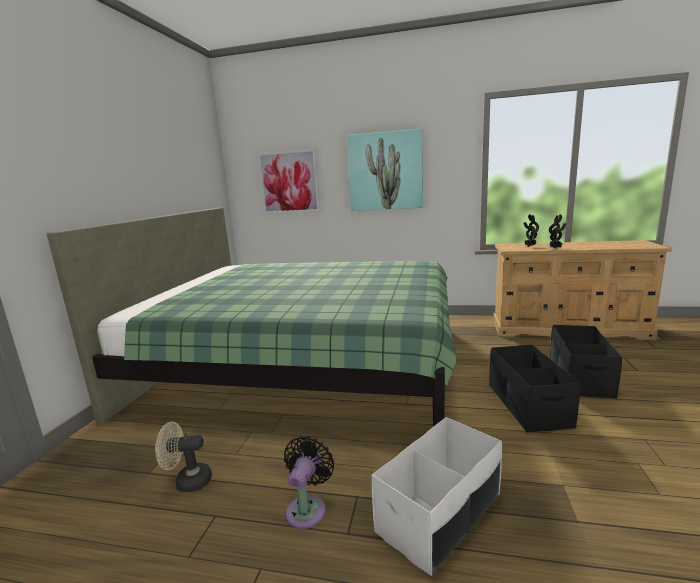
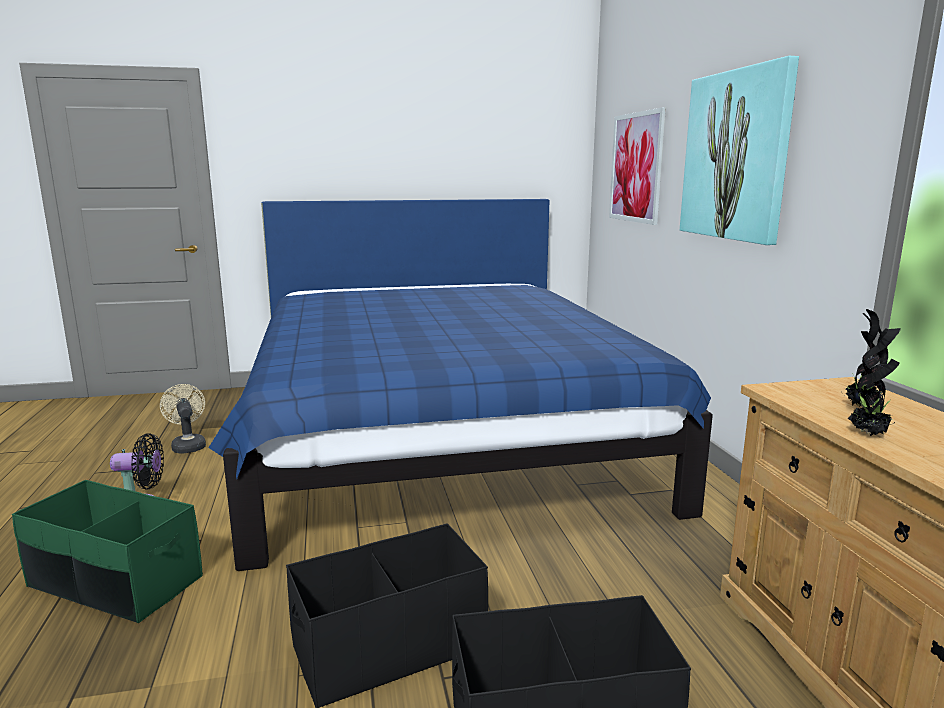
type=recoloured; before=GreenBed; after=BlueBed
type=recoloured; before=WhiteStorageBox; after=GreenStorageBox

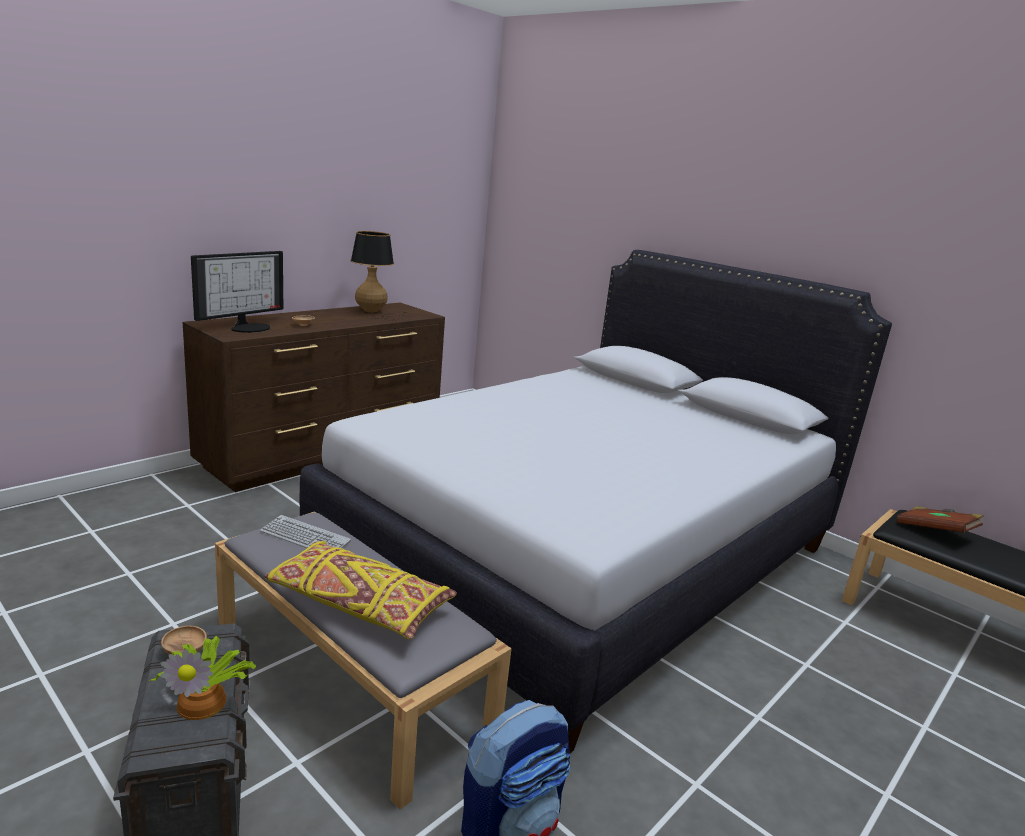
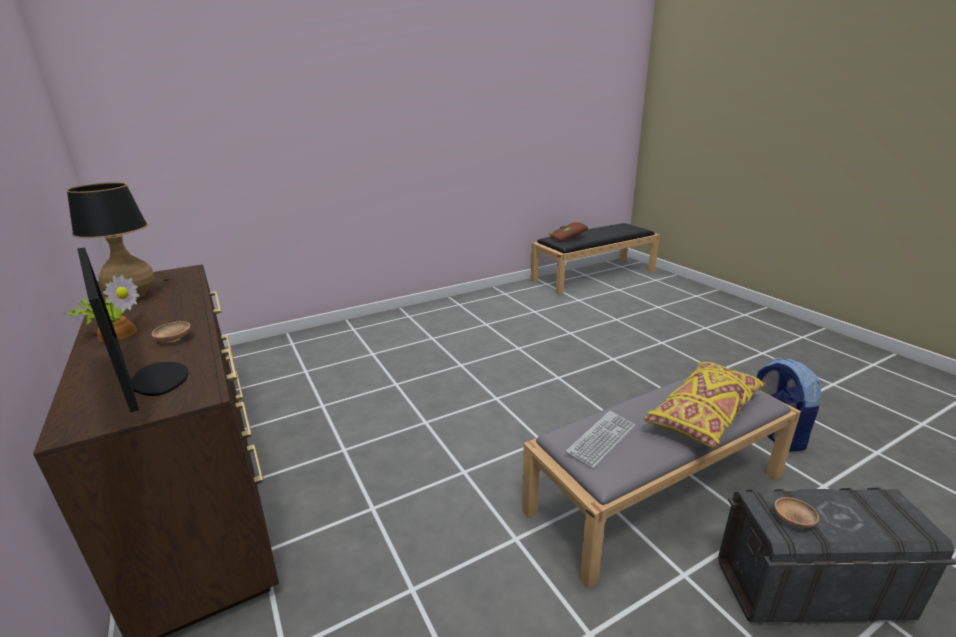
type=removed; before=WhiteBed
type=moved; before=PottedPlant

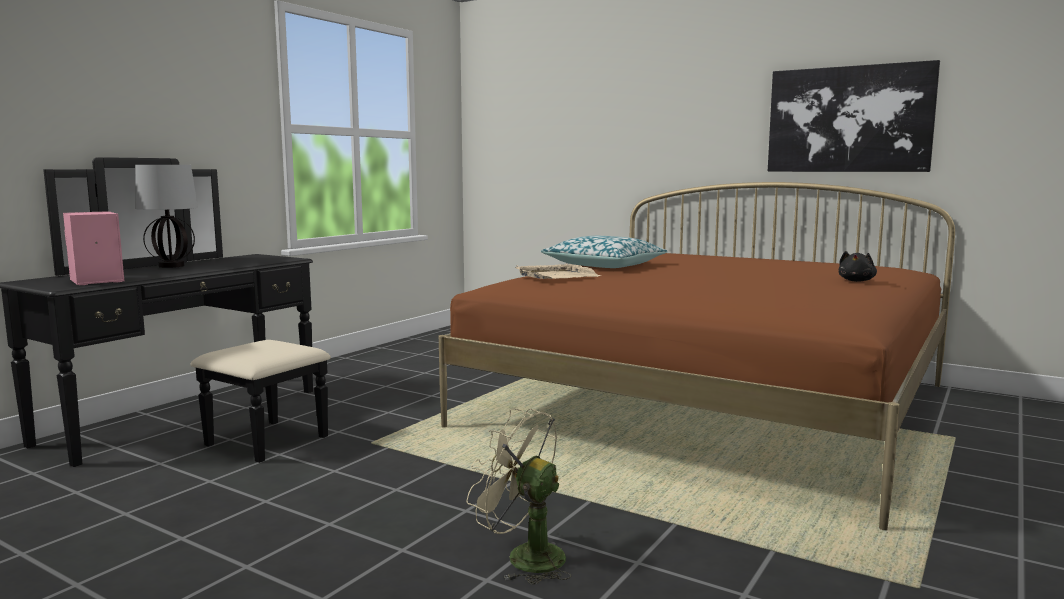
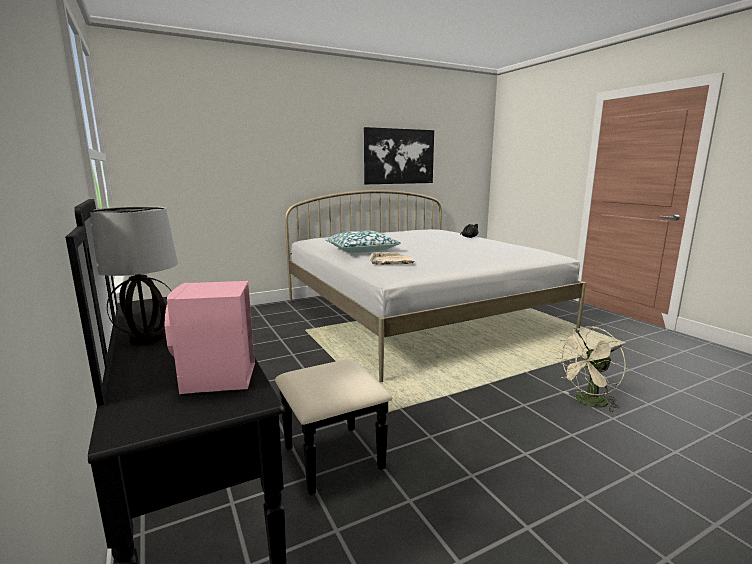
type=recoloured; before=BrownBed; after=WhiteBed

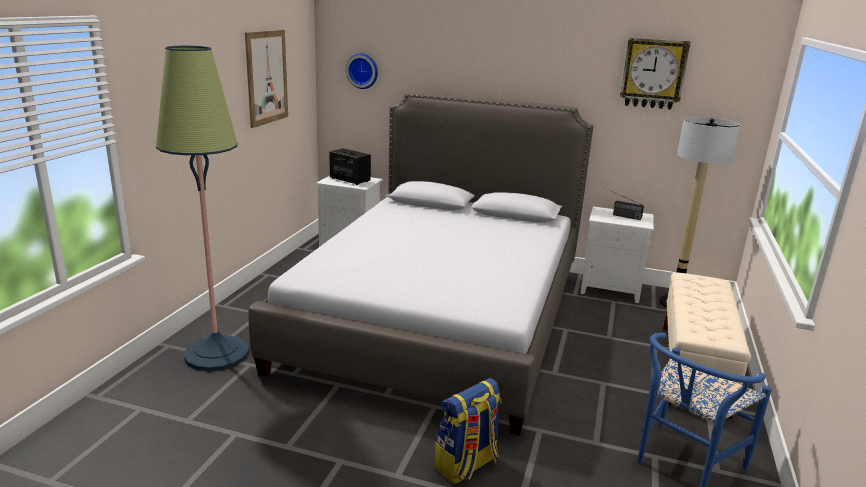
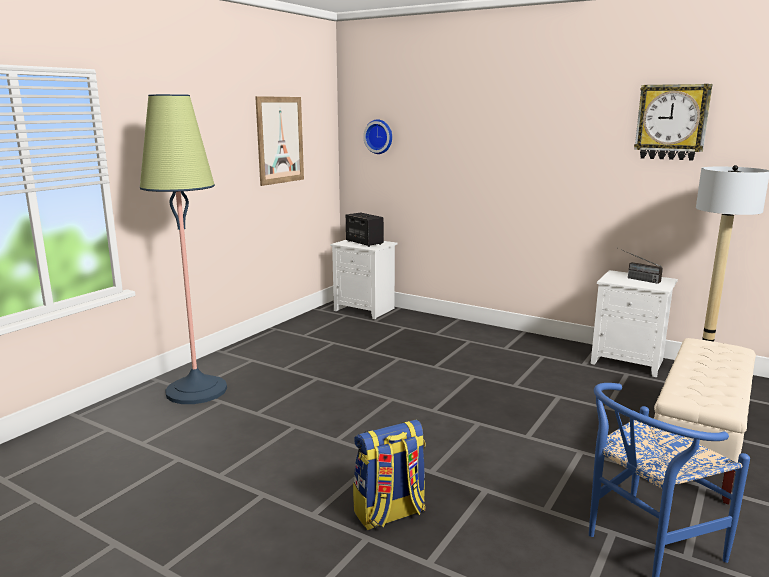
type=removed; before=Bed

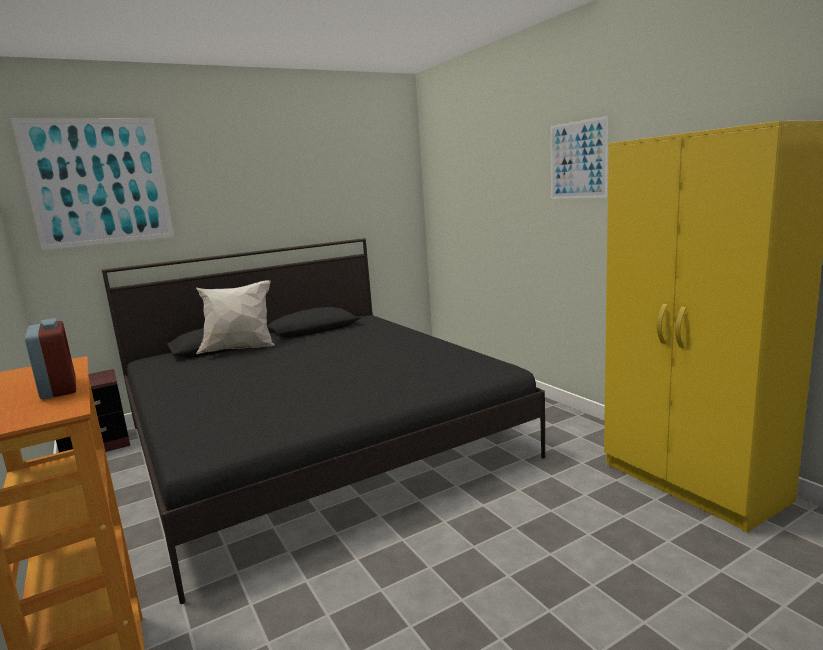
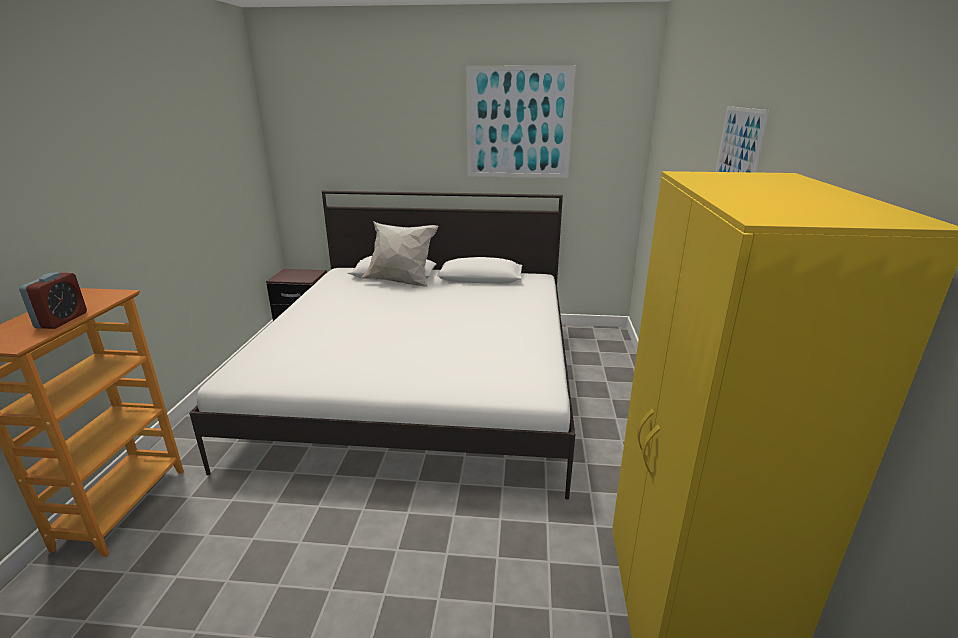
type=moved; before=Picture (1st from left)
type=recoloured; before=BlackBed; after=WhiteBed

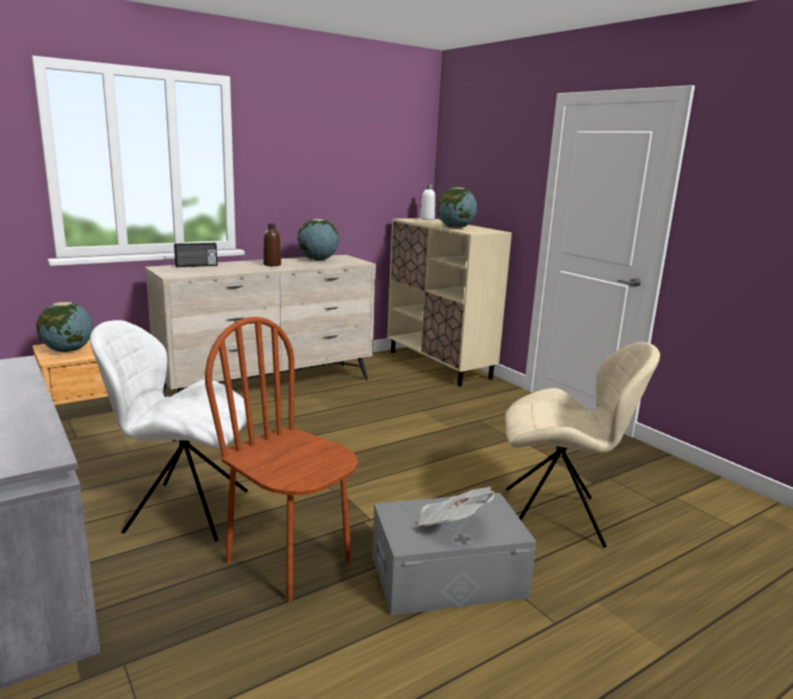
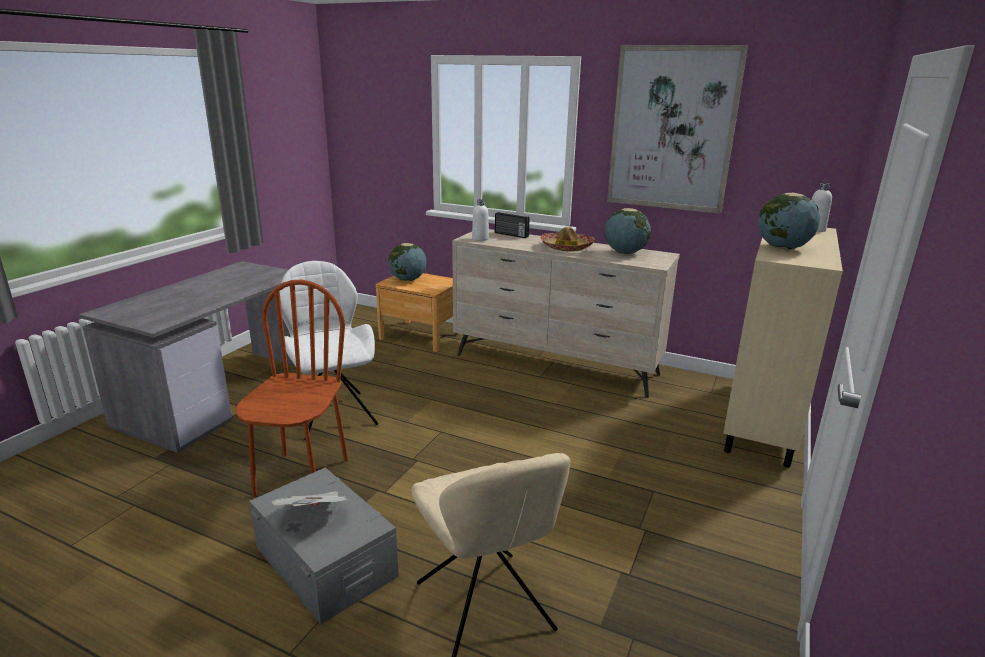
type=added; after=WhiteBottle (1st from left)
type=added; after=Picture
type=replaced; before=BrownBottle; after=Hat

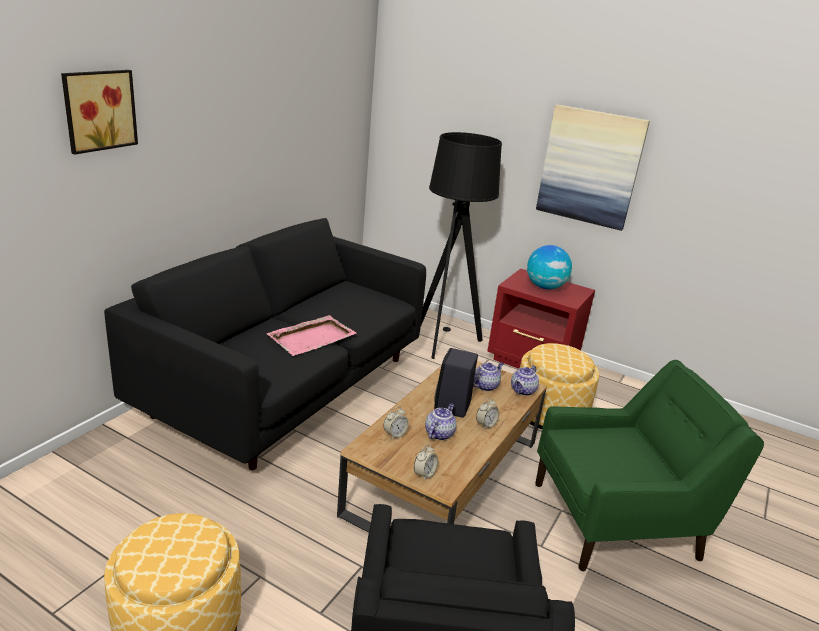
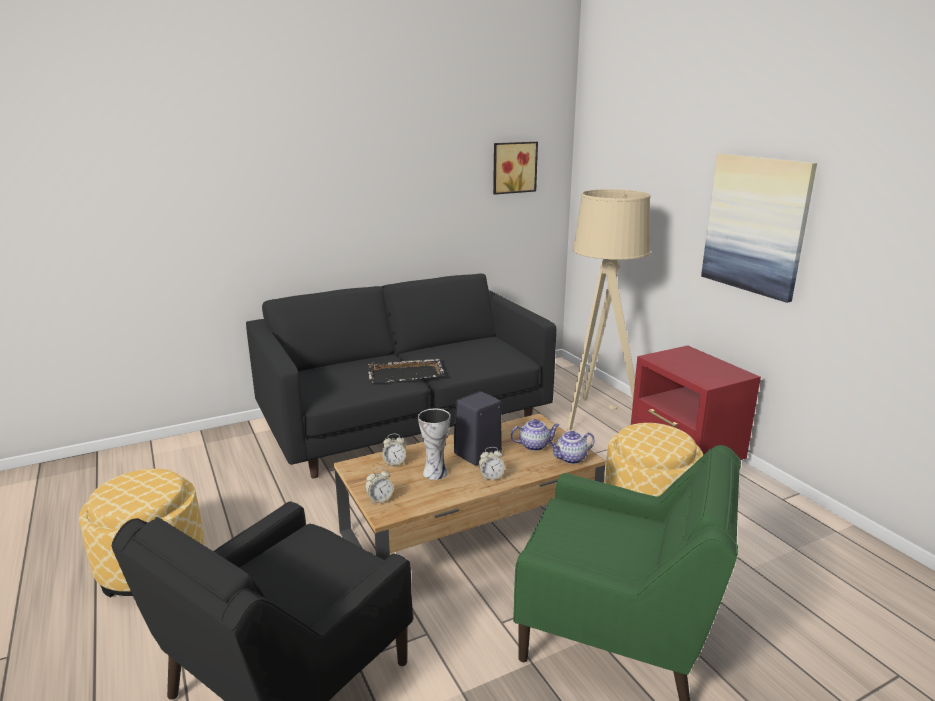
type=removed; before=Globe
type=moved; before=Picture (1st from left)
type=replaced; before=Teapot (1st from left); after=Vase
type=recoloured; before=PinkTray; after=BlackTray
type=recoloured; before=BlackFloorLamp; after=BeigeFloorLamp

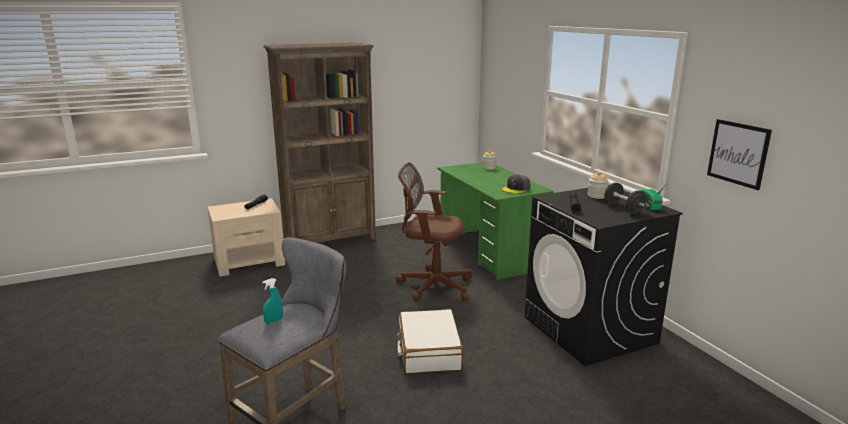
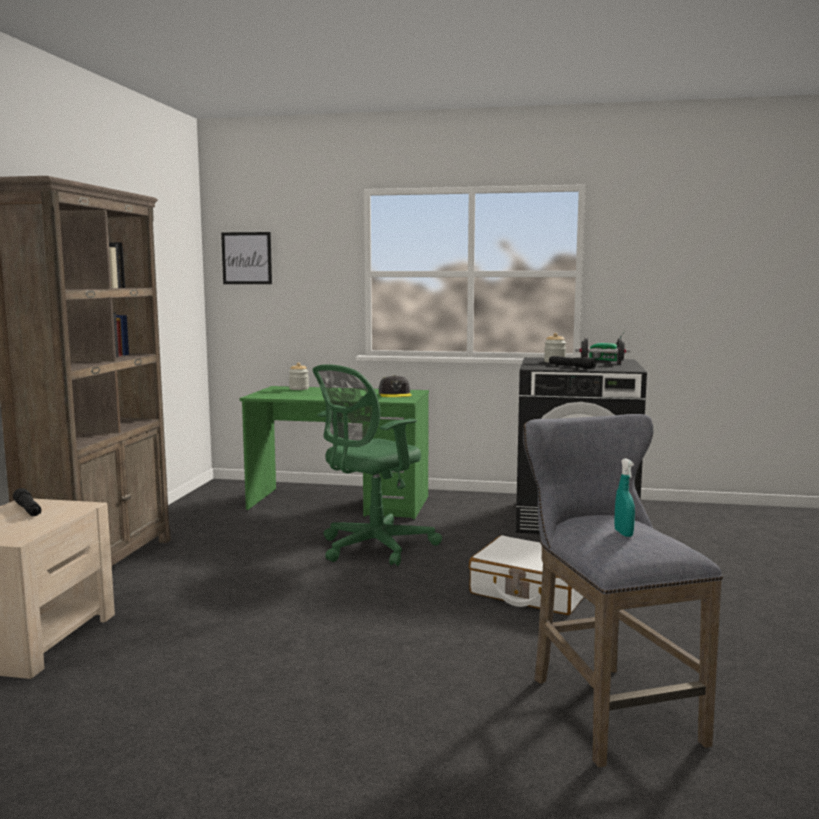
type=moved; before=Picture
type=recoloured; before=BrownOfficeChair; after=GreenOfficeChair

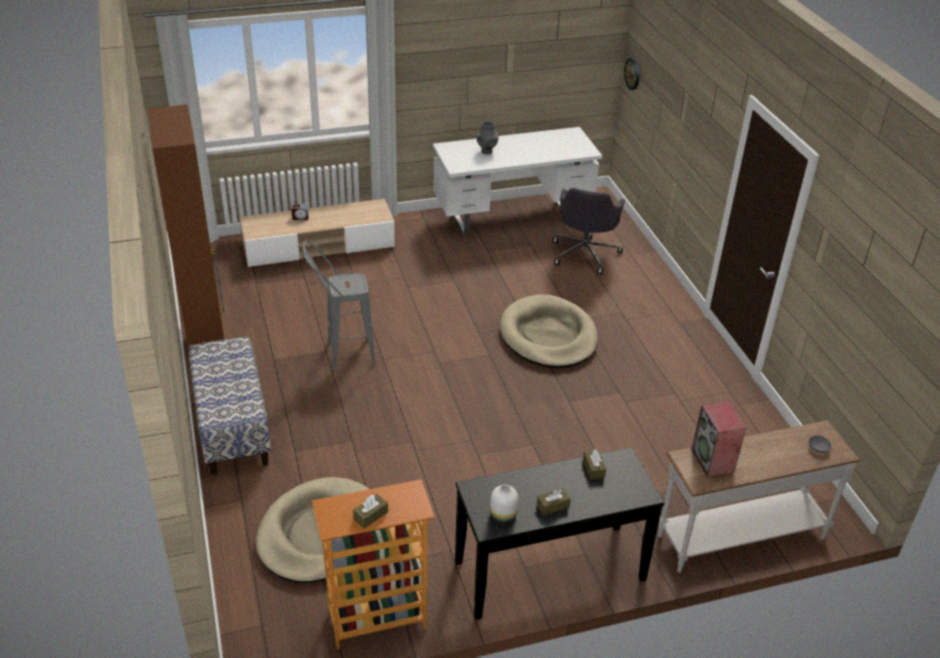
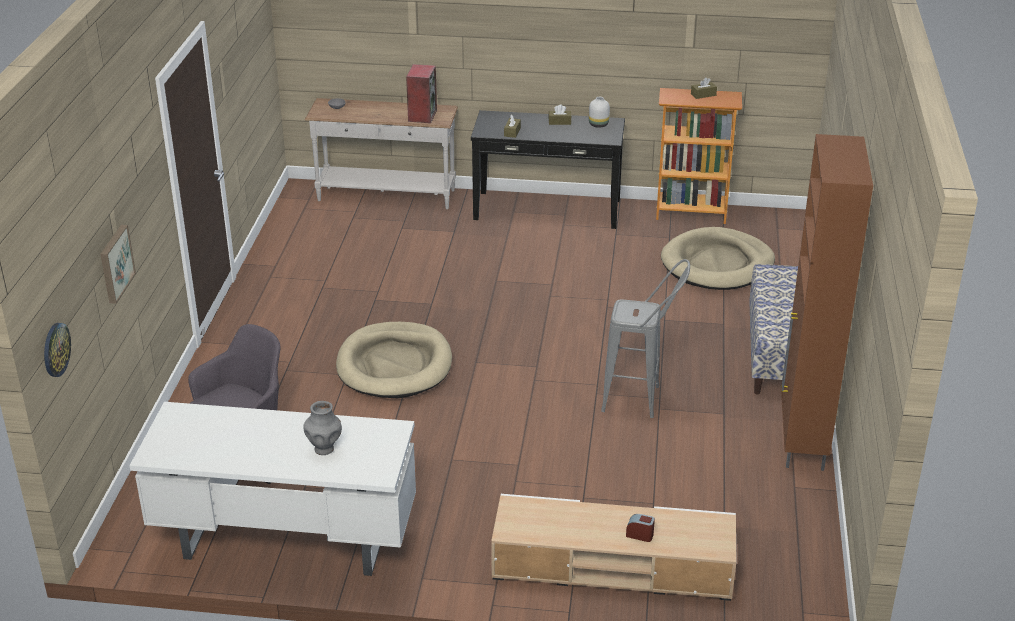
type=added; after=Picture

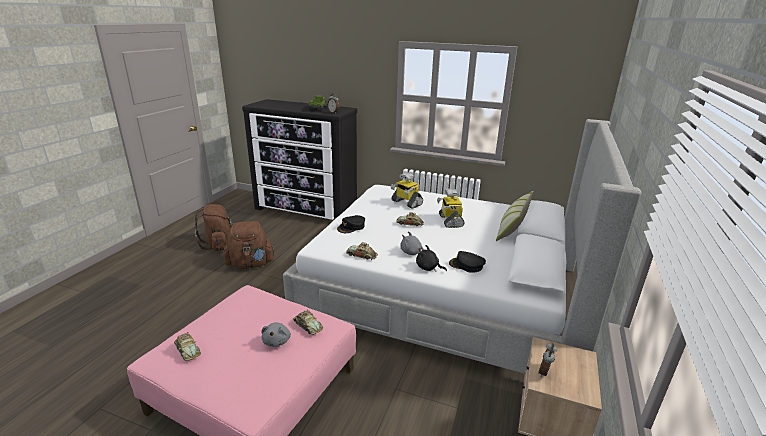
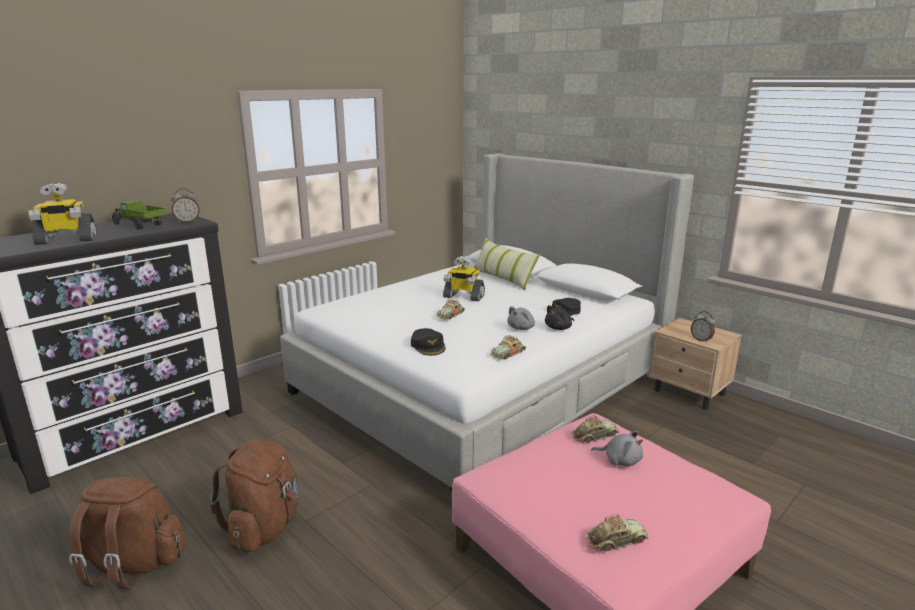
type=moved; before=ToyRobot (1st from left)

